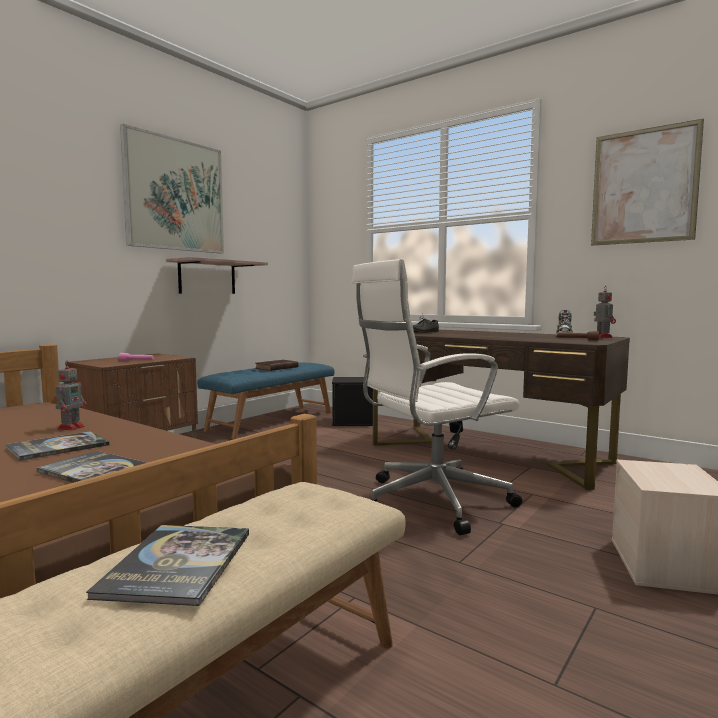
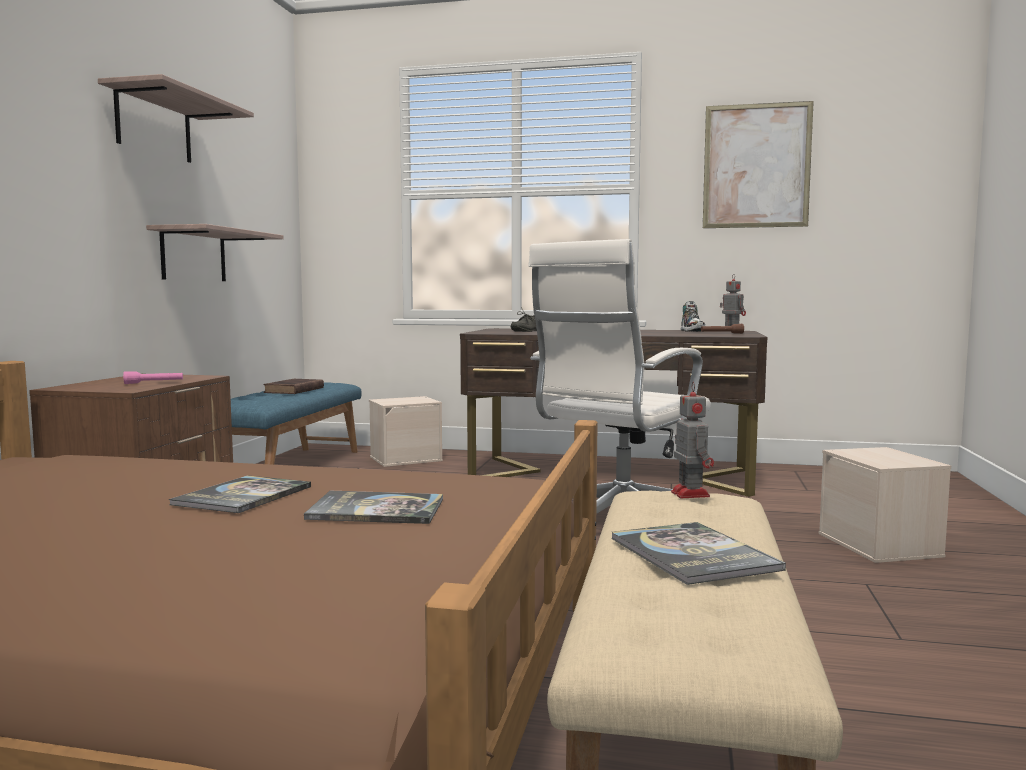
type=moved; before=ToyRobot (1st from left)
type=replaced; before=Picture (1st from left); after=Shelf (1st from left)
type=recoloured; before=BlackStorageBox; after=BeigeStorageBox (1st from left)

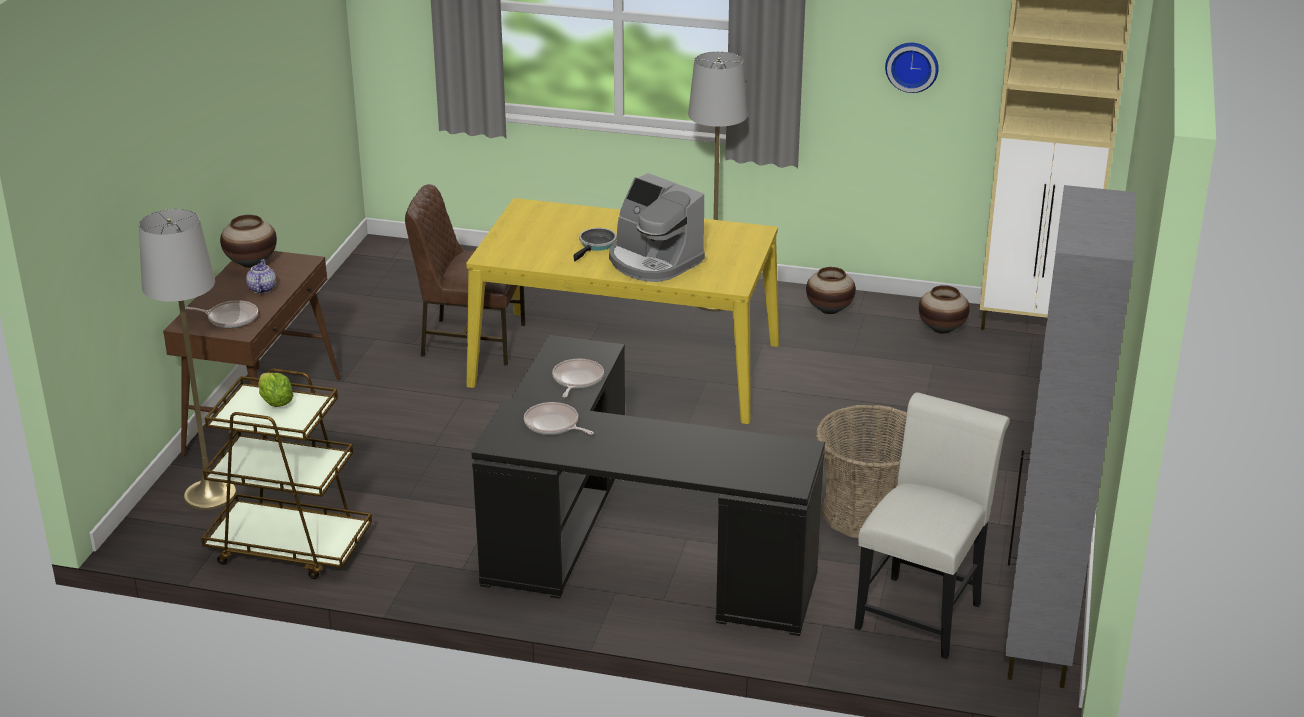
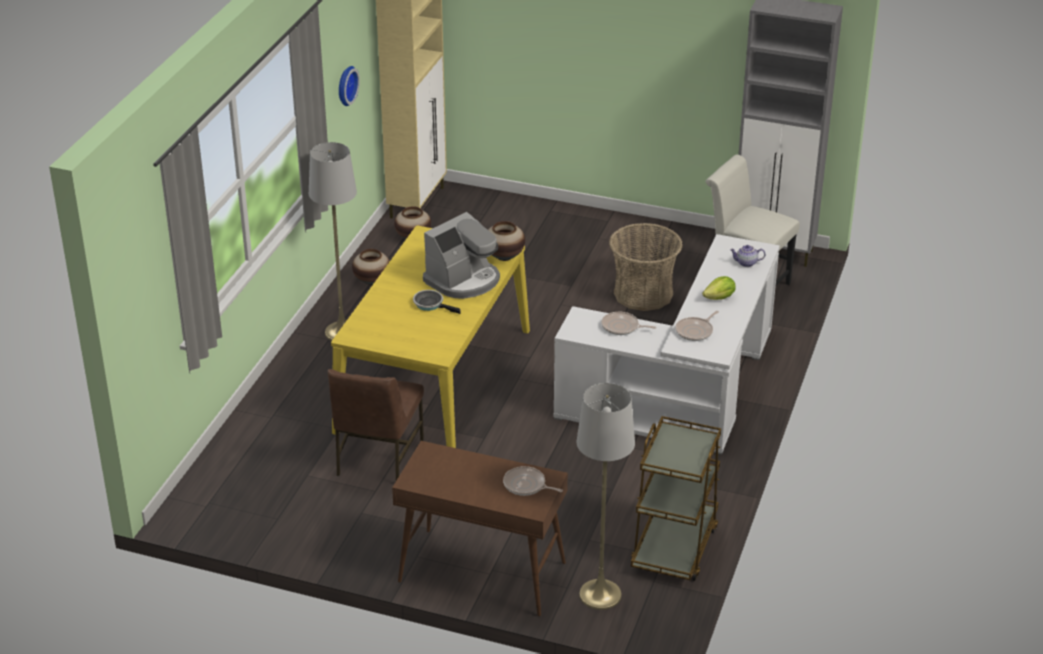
type=moved; before=Vase (1st from left in the first image); after=Vase (3rd from left)
type=moved; before=Teapot
type=moved; before=Lettuce
type=recoloured; before=BlackDesk; after=WhiteDesk
type=turned; before=FryingPan (1st from left in the first image); turn=-75

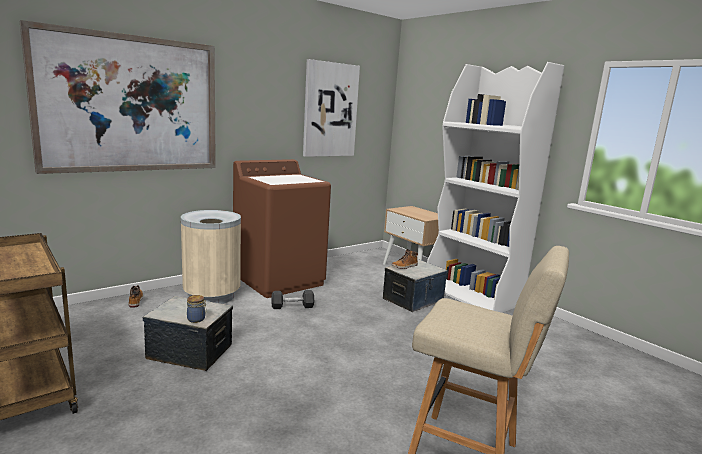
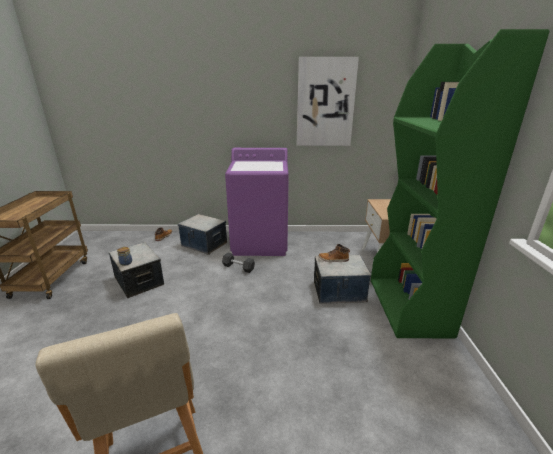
type=removed; before=Picture (1st from left)
type=replaced; before=BeigeTrashCan; after=StorageBox (2nd from left)
type=recoloured; before=BrownWashingMachine; after=PurpleWashingMachine
type=recoloured; before=WhiteBookcase; after=GreenBookcase

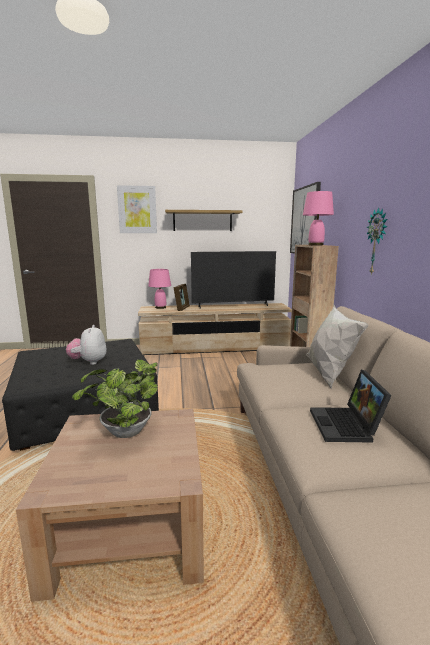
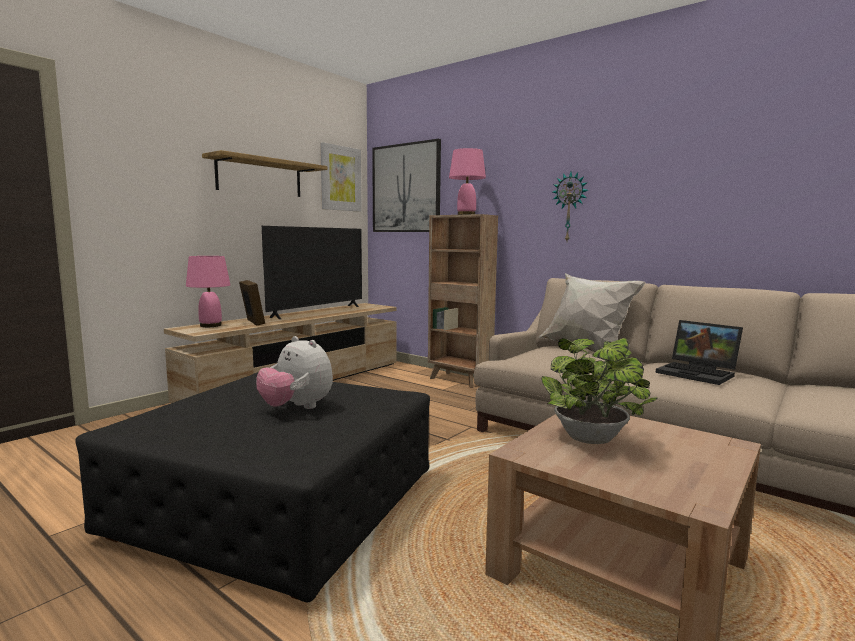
type=moved; before=Picture (1st from left)

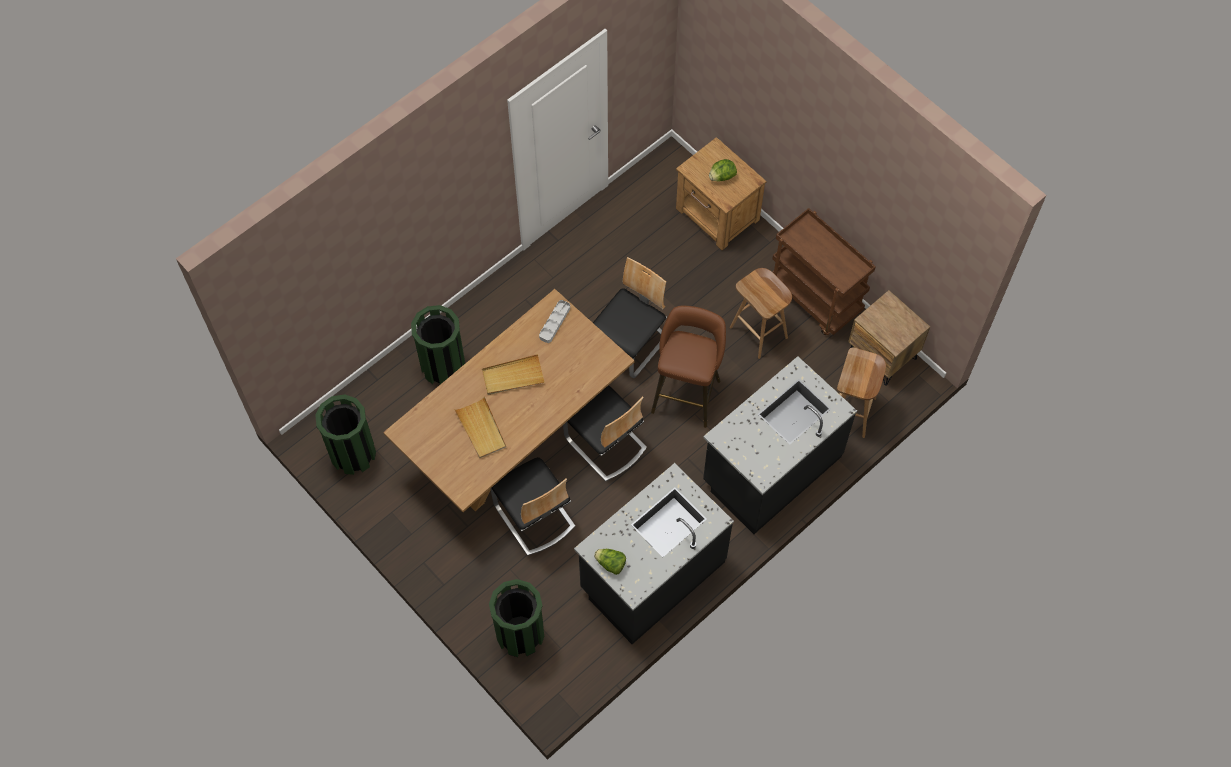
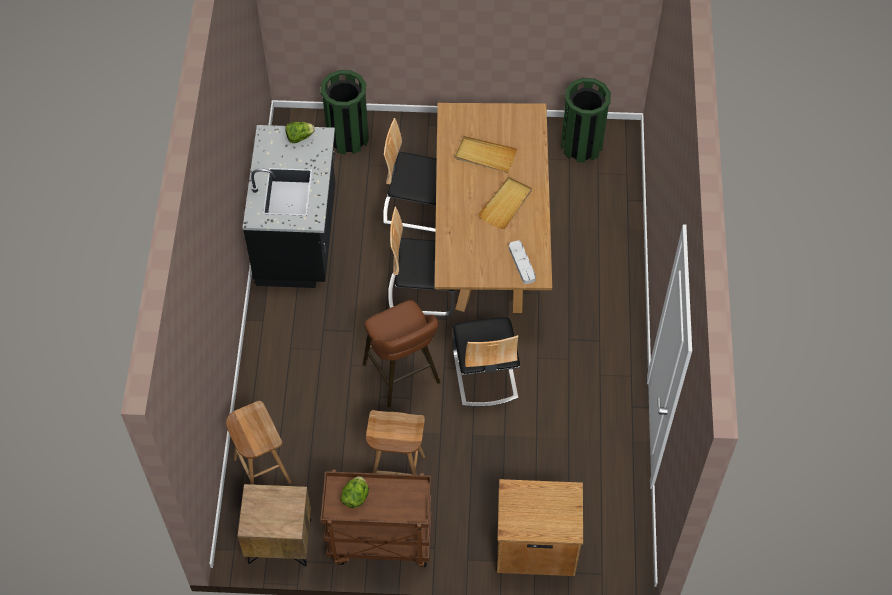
type=removed; before=GreenTrashCan (2nd from left)
type=removed; before=BlackCounter (2nd from left)
type=moved; before=Lettuce (2nd from left)

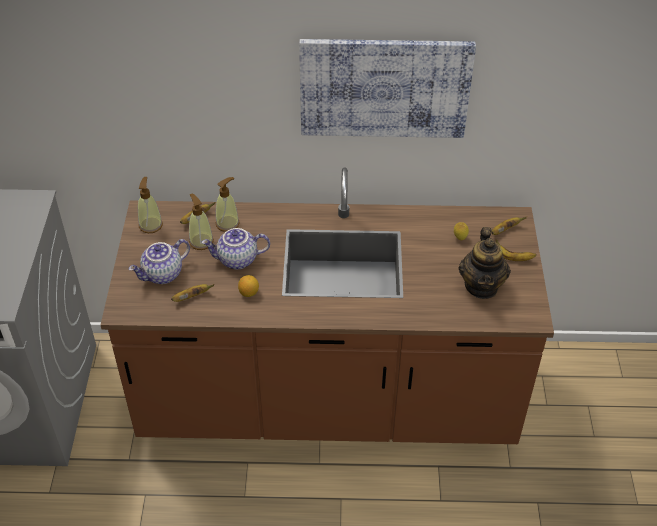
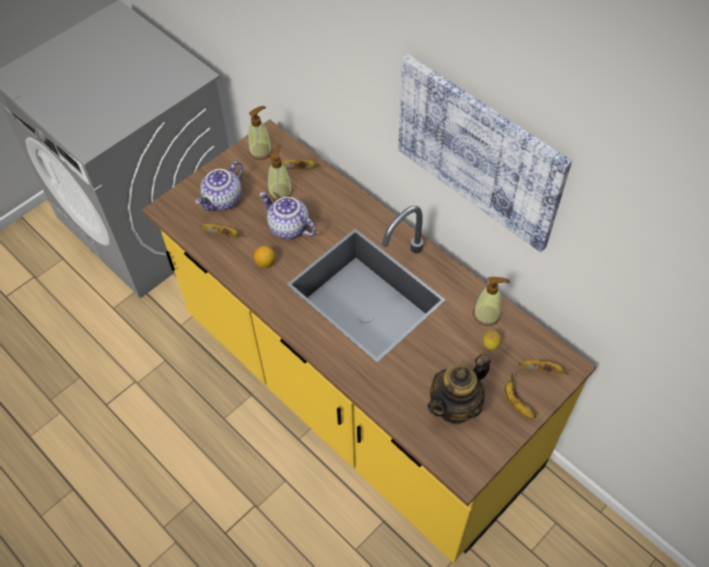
type=moved; before=SoapDispenser (3rd from left)
type=recoloured; before=BrownCounter; after=YellowCounter
type=turned; before=Teapot (1st from left); turn=-60

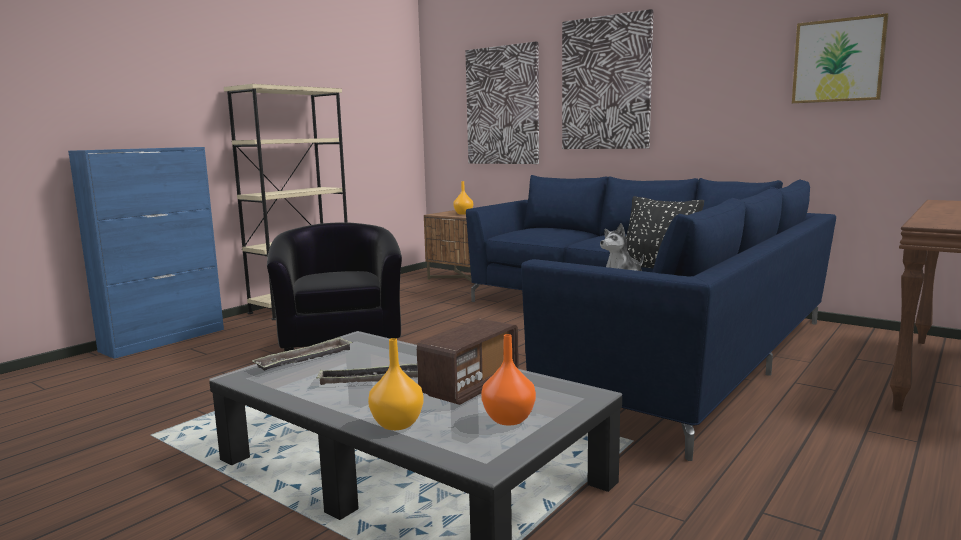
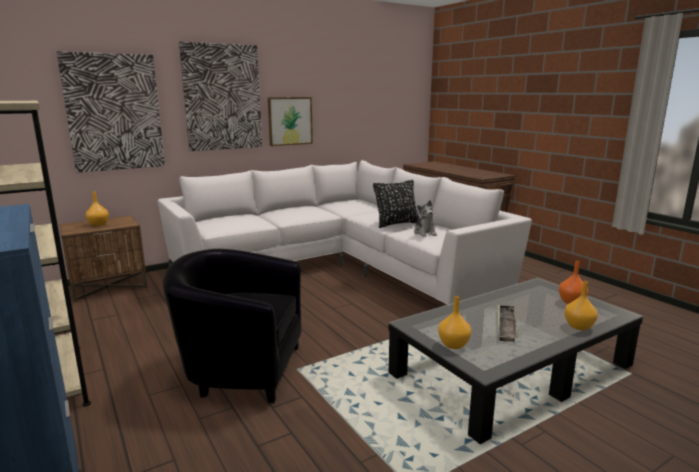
type=removed; before=Radio
type=moved; before=Picture (3rd from left)
type=replaced; before=Tray (1st from left); after=OrangeVase (2nd from left)
type=recoloured; before=BlueSofa; after=WhiteSofa

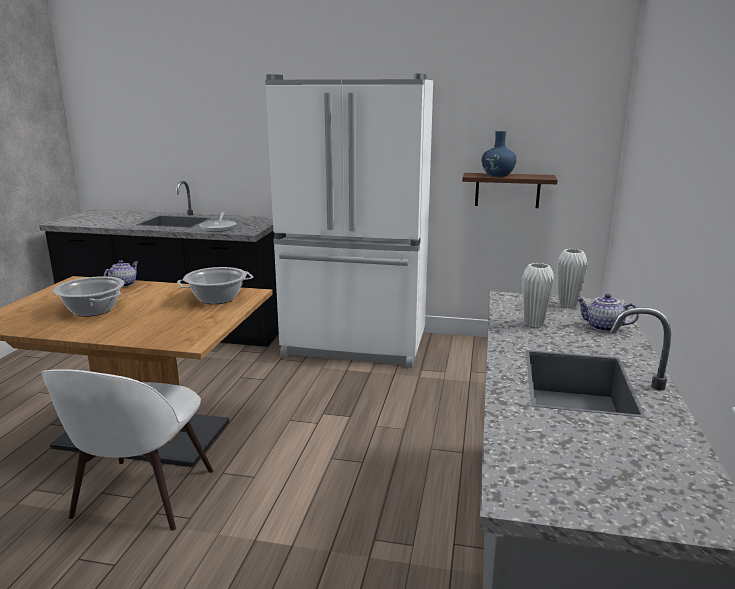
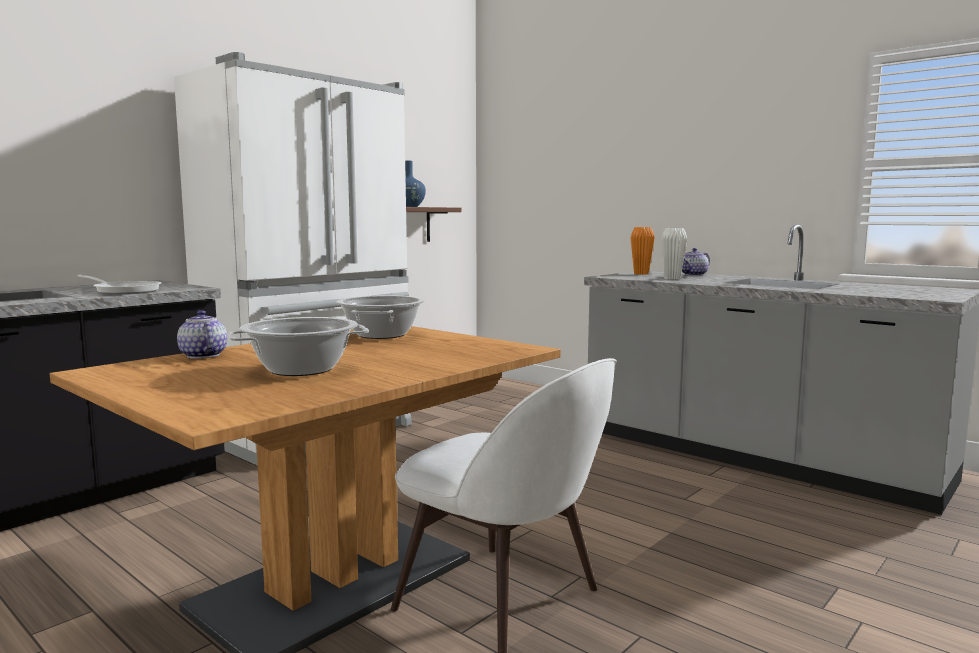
type=recoloured; before=WhiteVase (2nd from left); after=OrangeVase

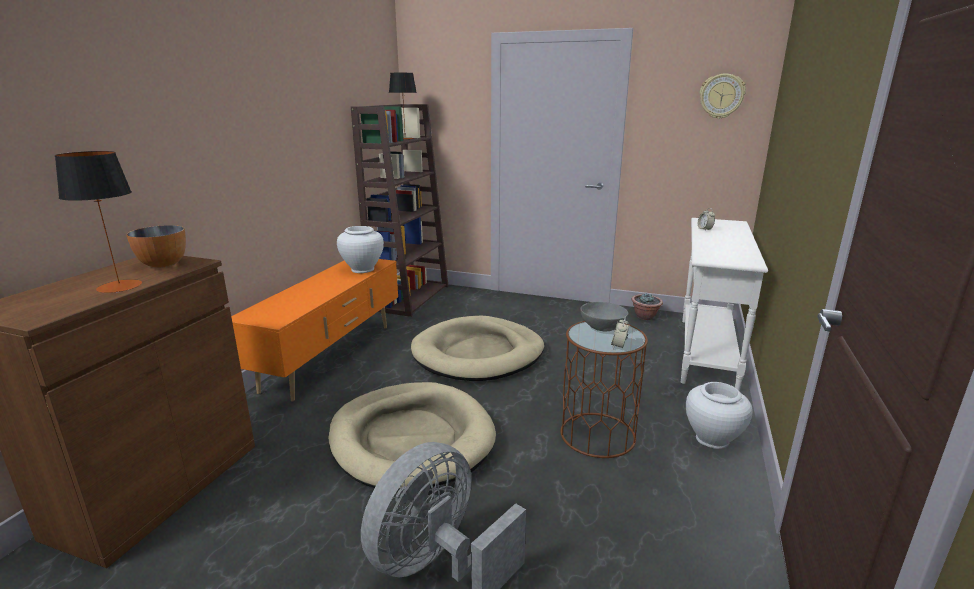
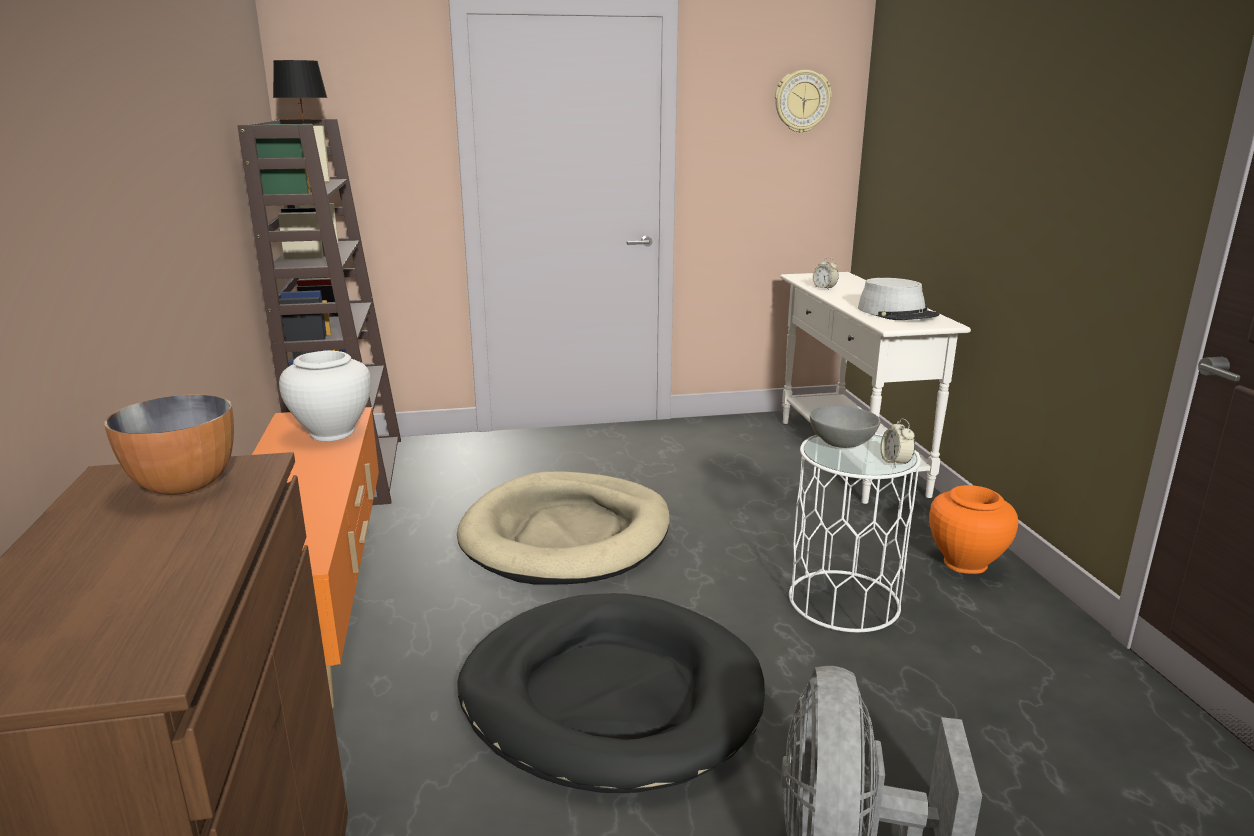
type=removed; before=TableLamp (1st from left)
type=removed; before=PottedPlant
type=added; after=GreyHat
type=recoloured; before=BeigeDogBed (1st from left); after=BlackDogBed
type=recoloured; before=BrownSideTable; after=WhiteSideTable
type=recoloured; before=WhiteVase (2nd from left); after=OrangeVase

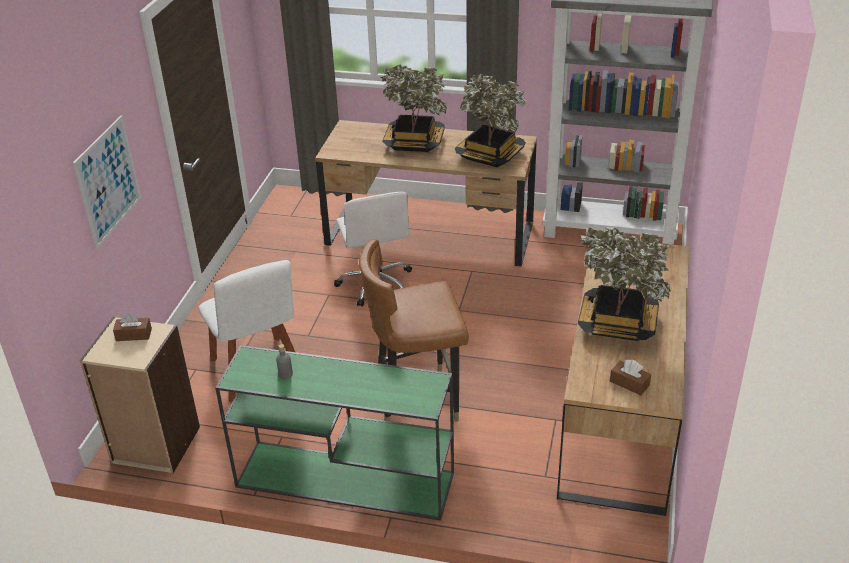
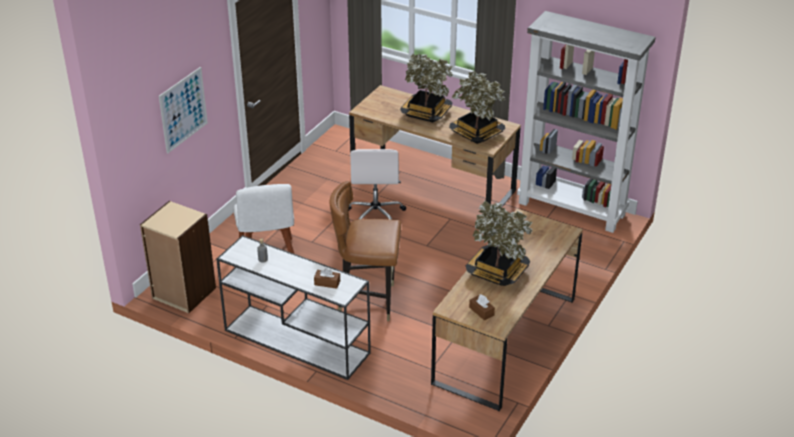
type=moved; before=BrownTissueBox (1st from left)
type=recoloured; before=GreenConsoleTable; after=WhiteConsoleTable

